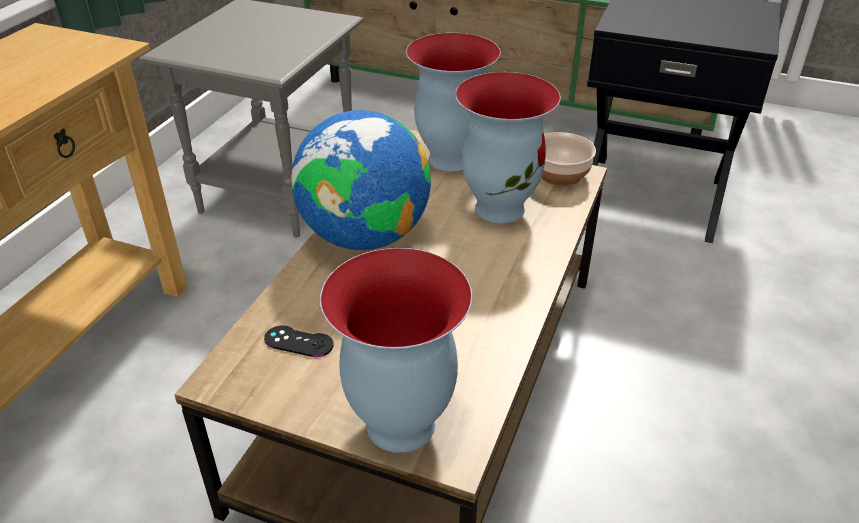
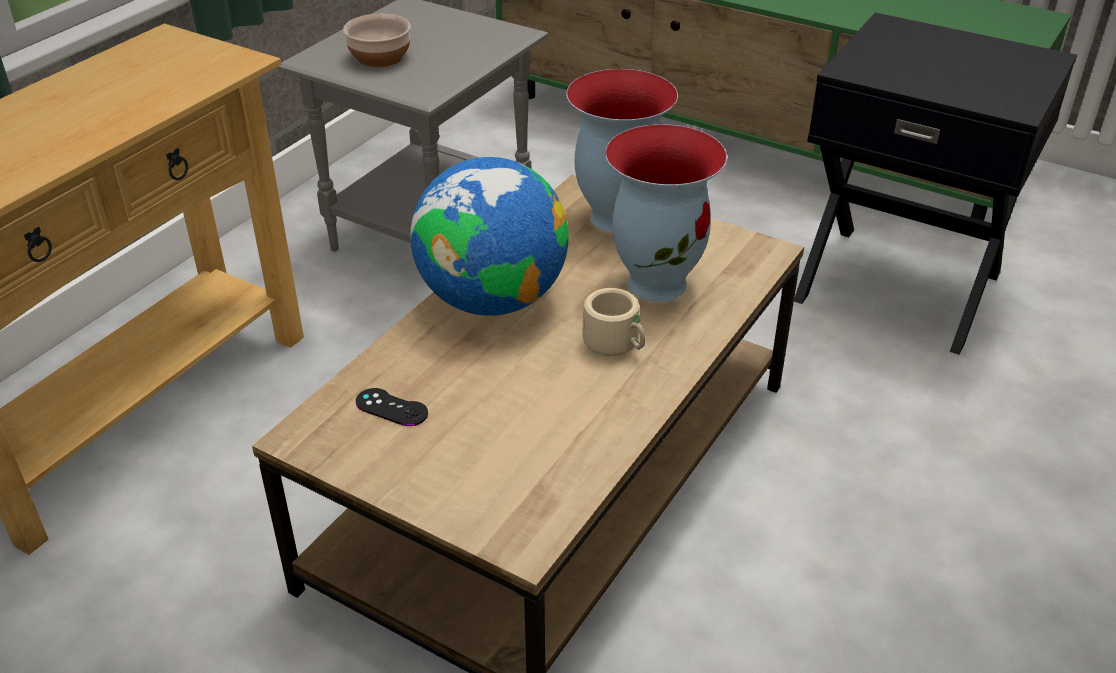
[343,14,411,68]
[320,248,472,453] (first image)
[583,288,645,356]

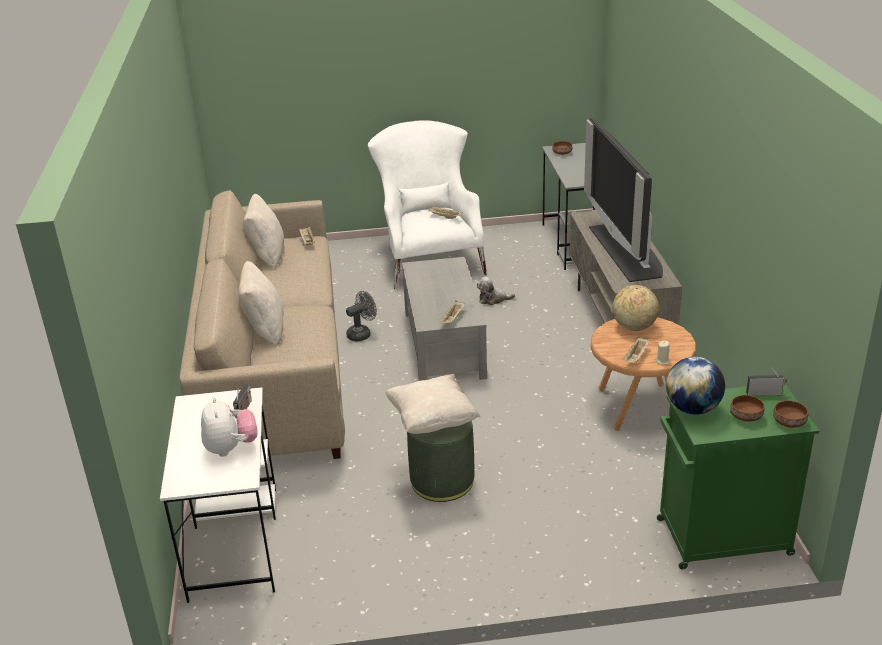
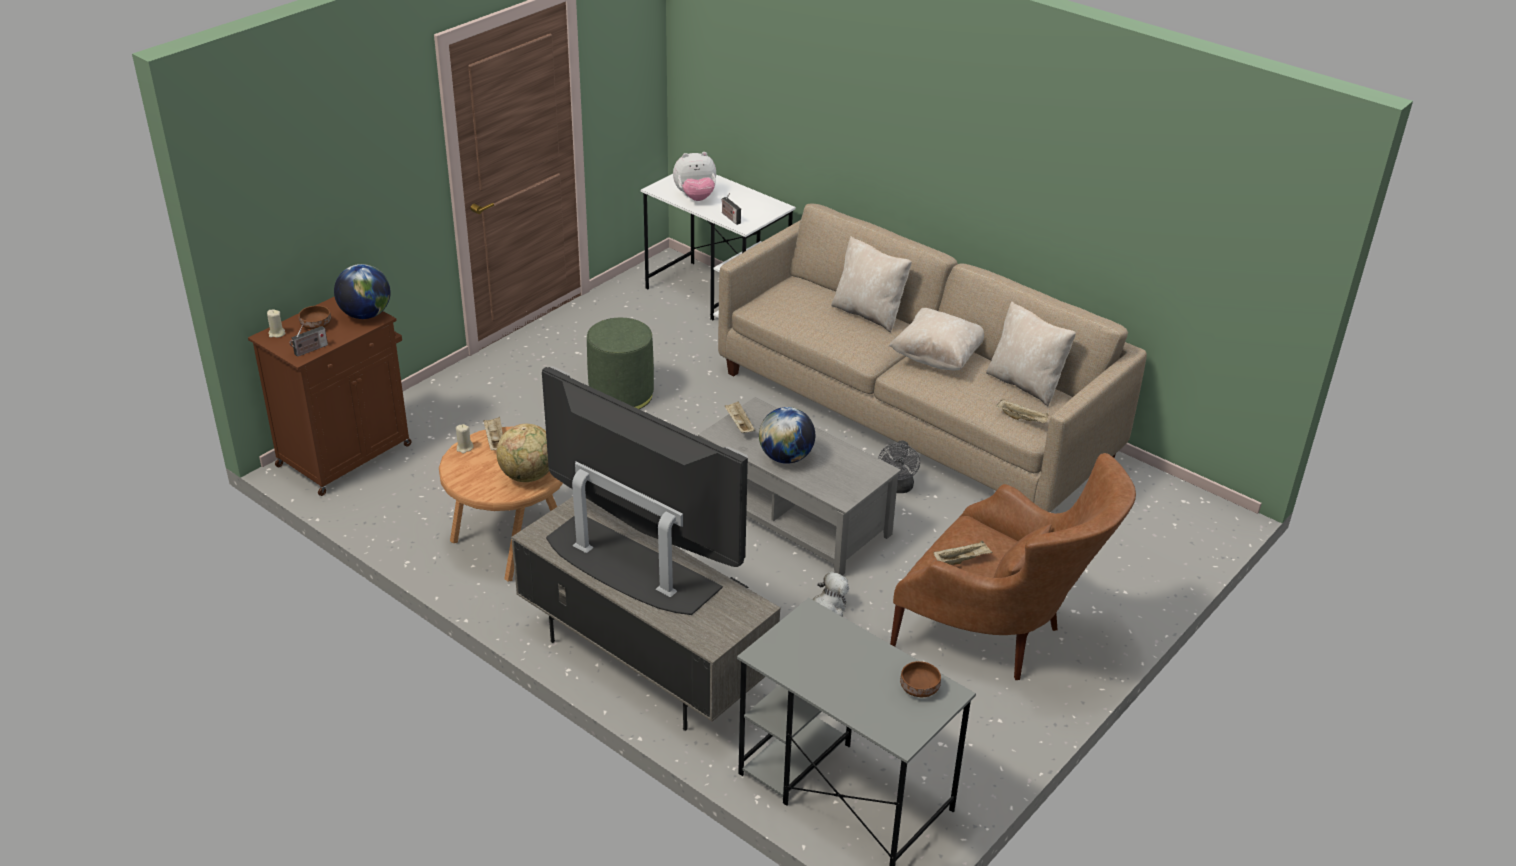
[890,453,1136,680]
[888,308,984,370]
[248,296,412,496]
[673,152,716,201]
[267,310,285,338]
[759,407,815,464]

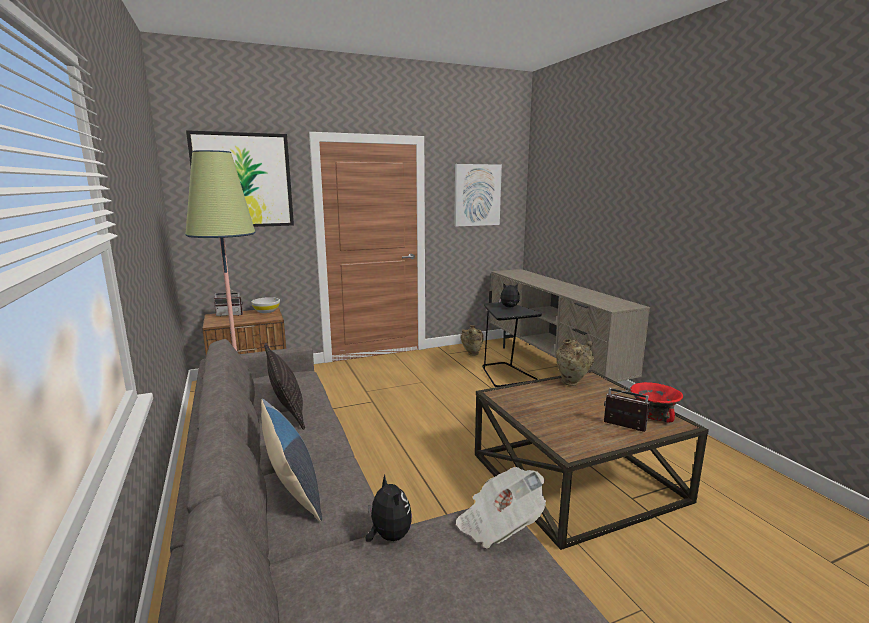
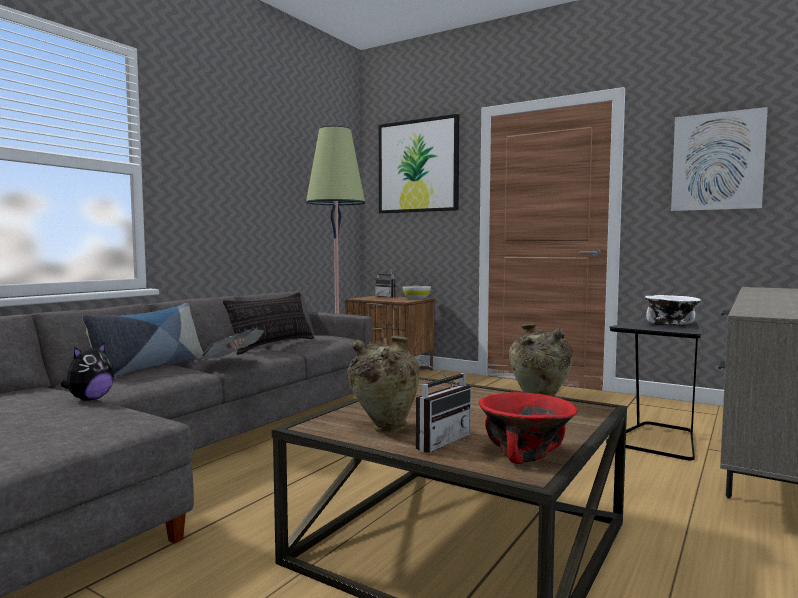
[645,295,701,325]
[347,335,420,433]
[416,359,471,453]
[200,328,264,359]

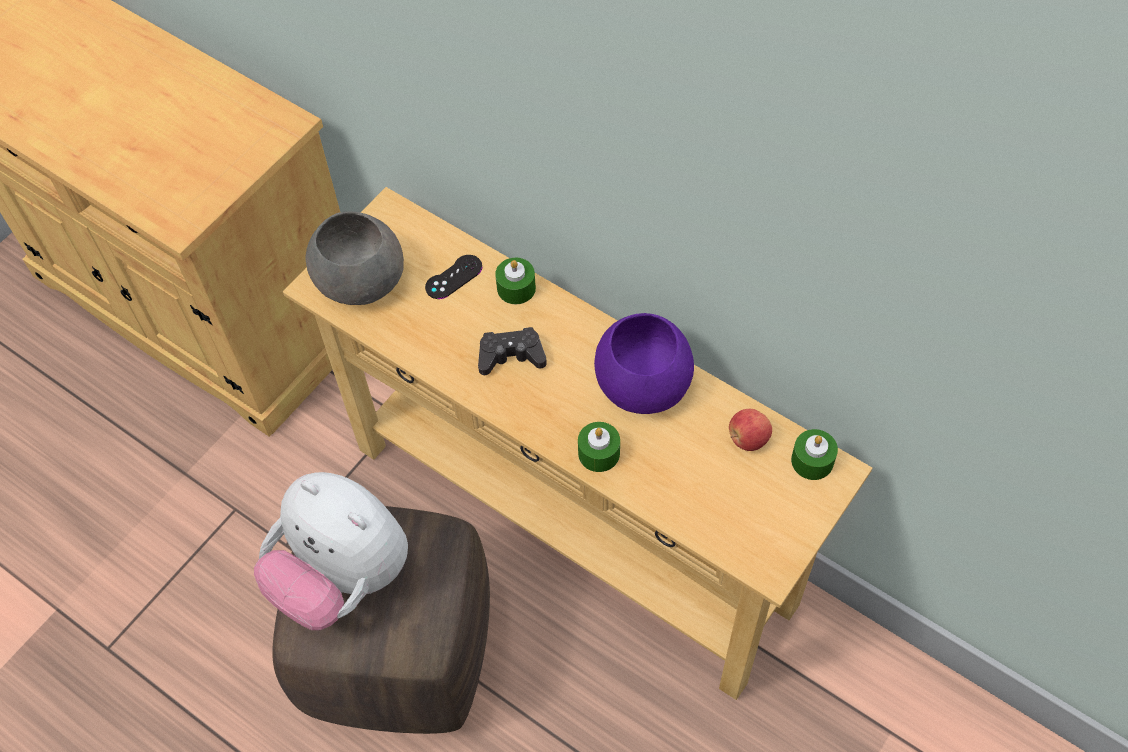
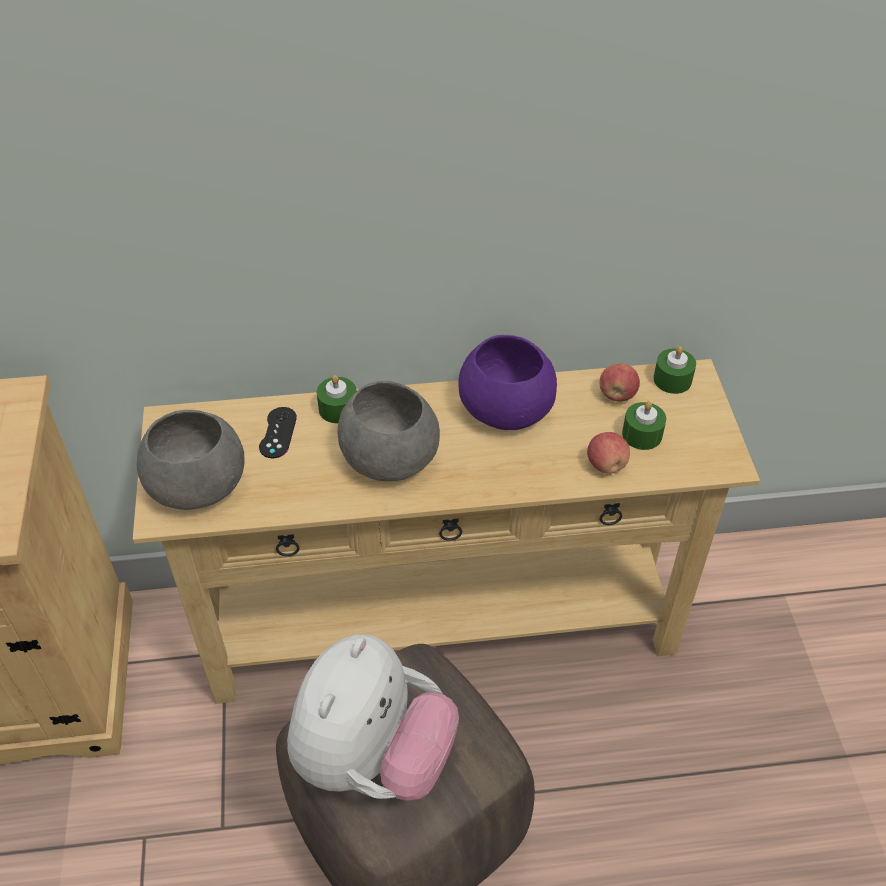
[338,381,440,481]
[622,401,666,450]
[287,634,459,801]
[587,432,630,474]

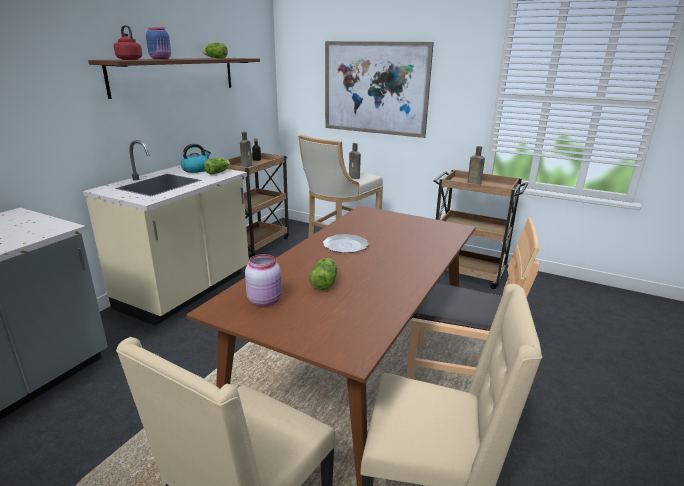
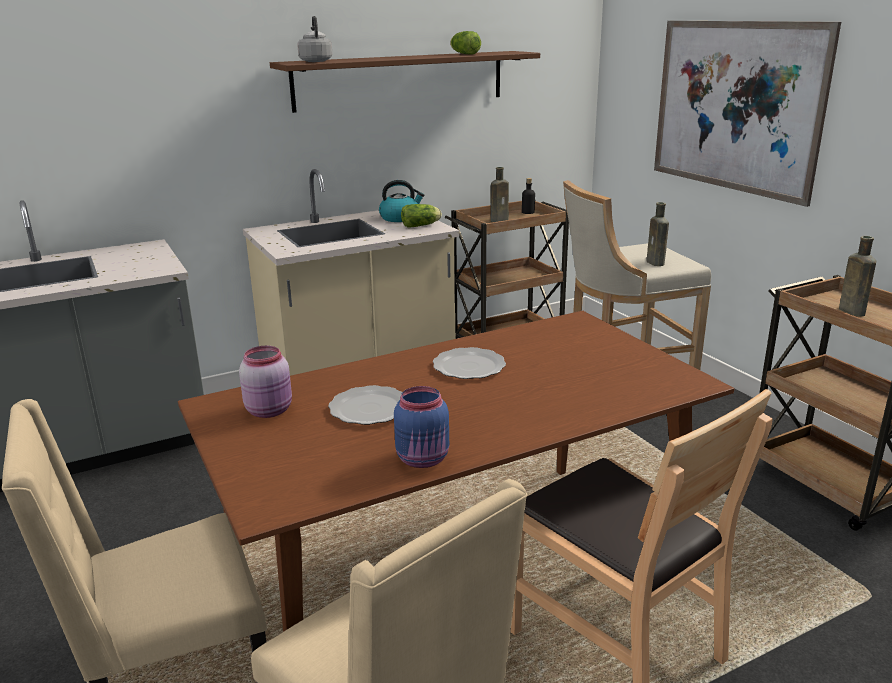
[297,16,332,62]
[394,386,449,468]
[328,385,402,425]

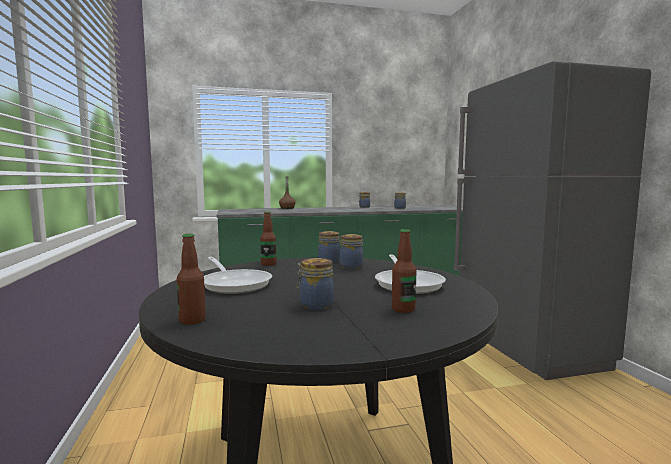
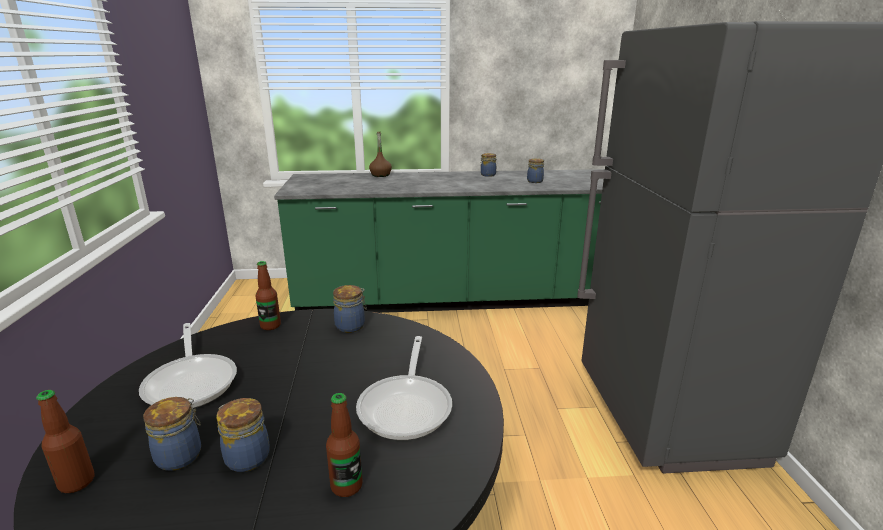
[143,397,201,471]

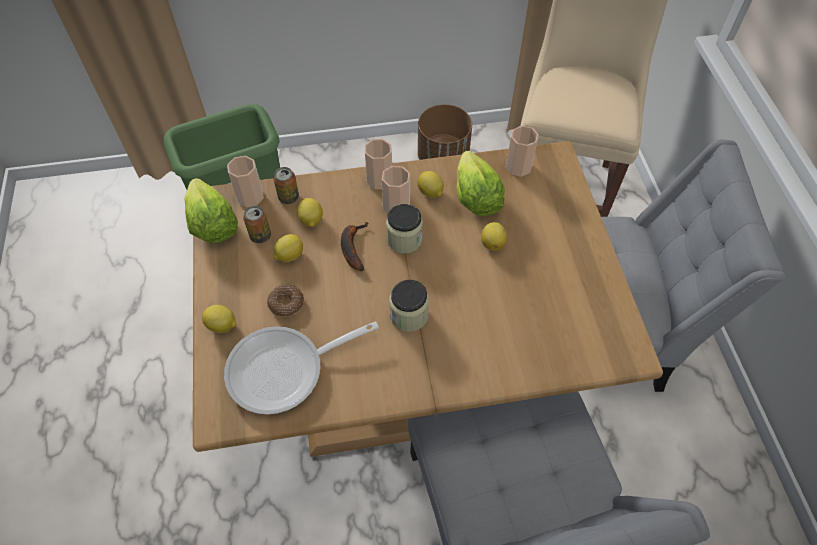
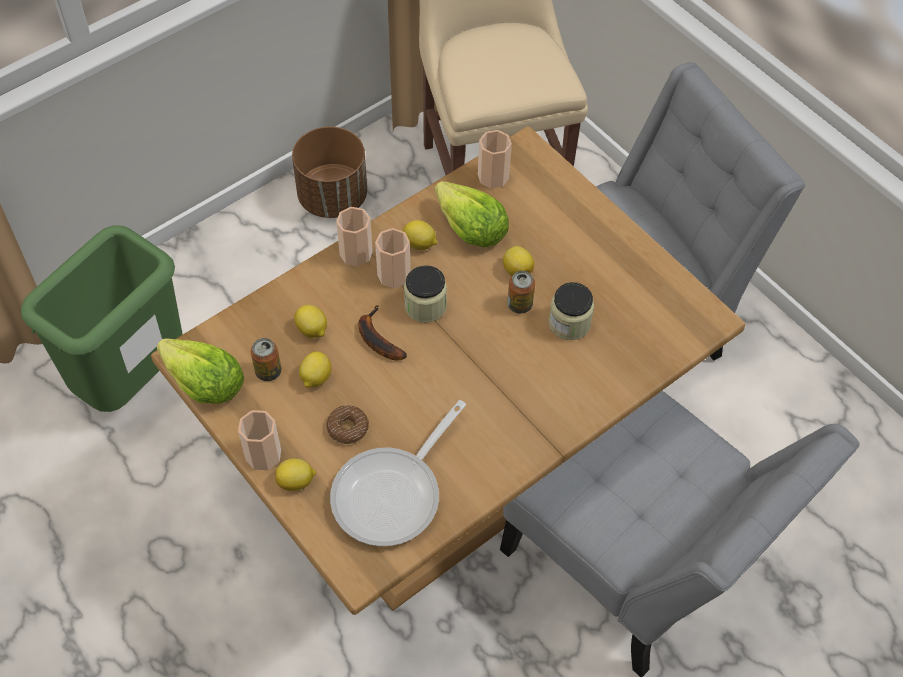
[238,410,281,470]
[507,271,535,314]
[549,282,594,340]

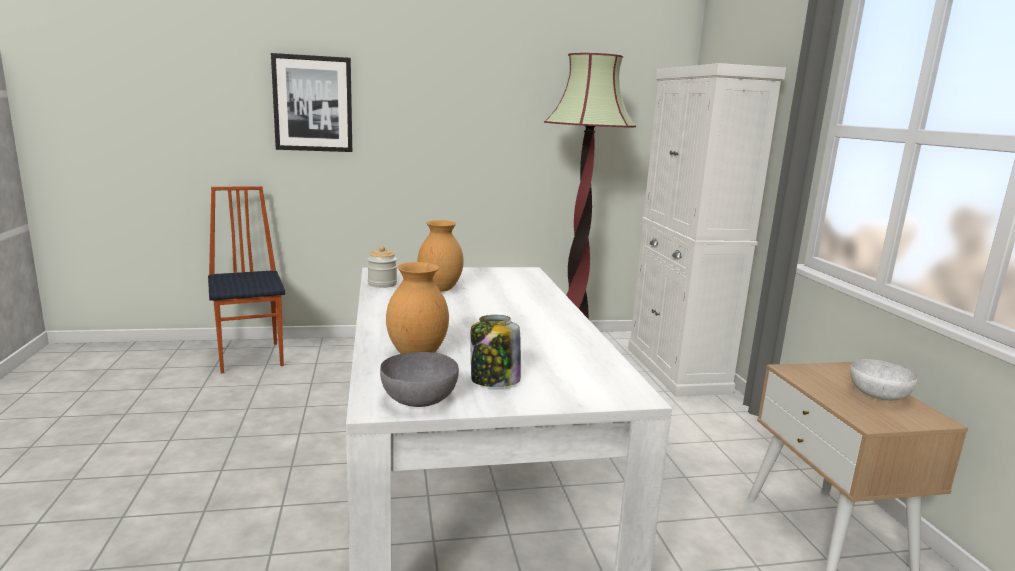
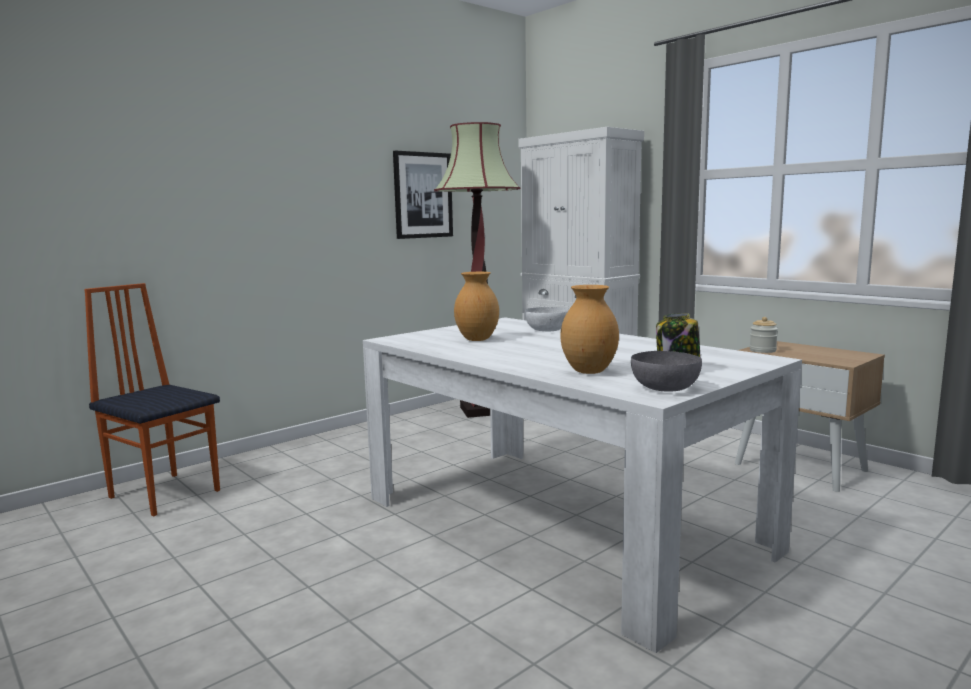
[393,151,453,239]
[750,317,778,353]
[525,307,569,331]

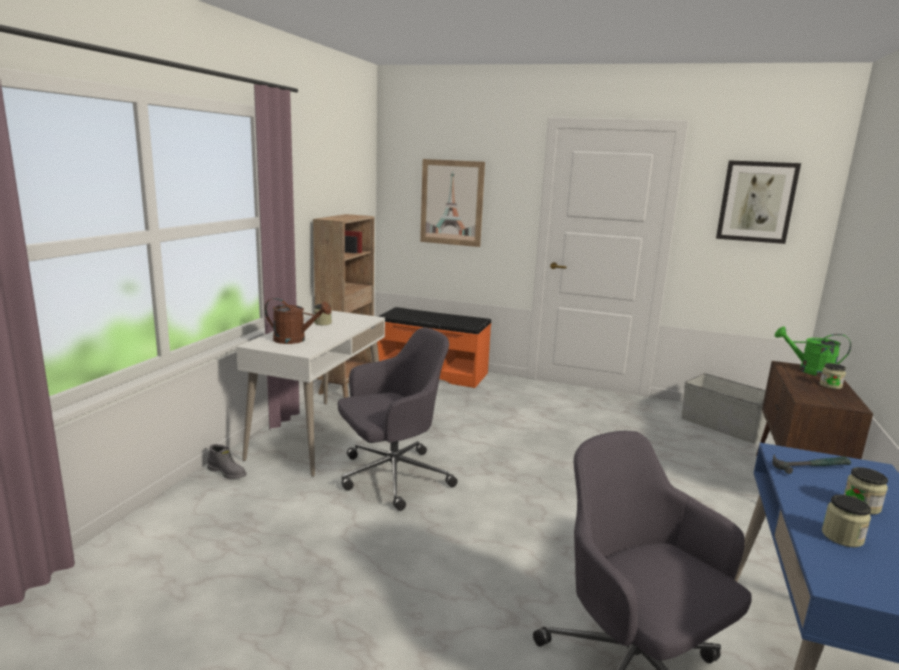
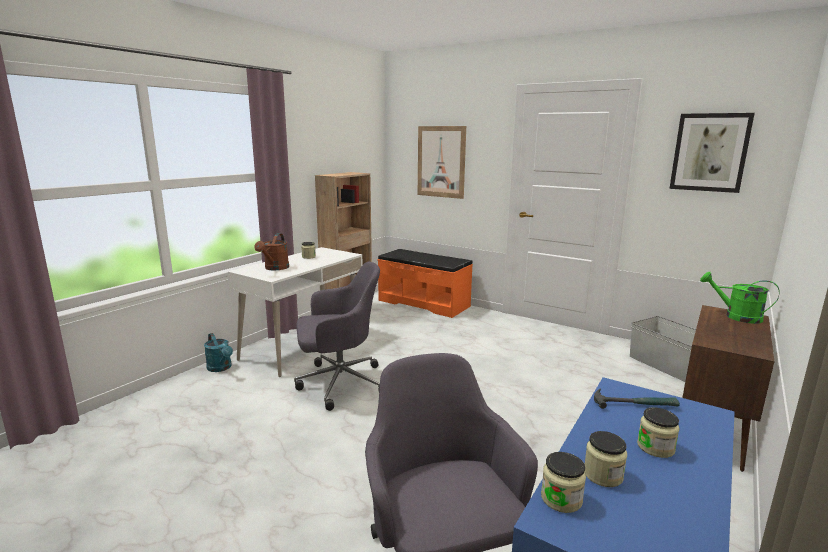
[254,233,289,270]
[541,452,586,513]
[204,333,233,372]

